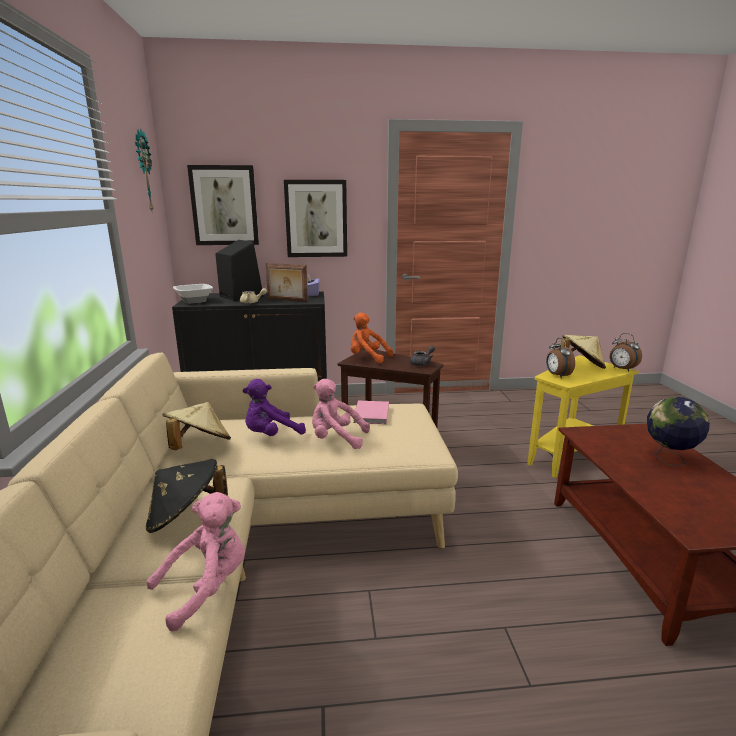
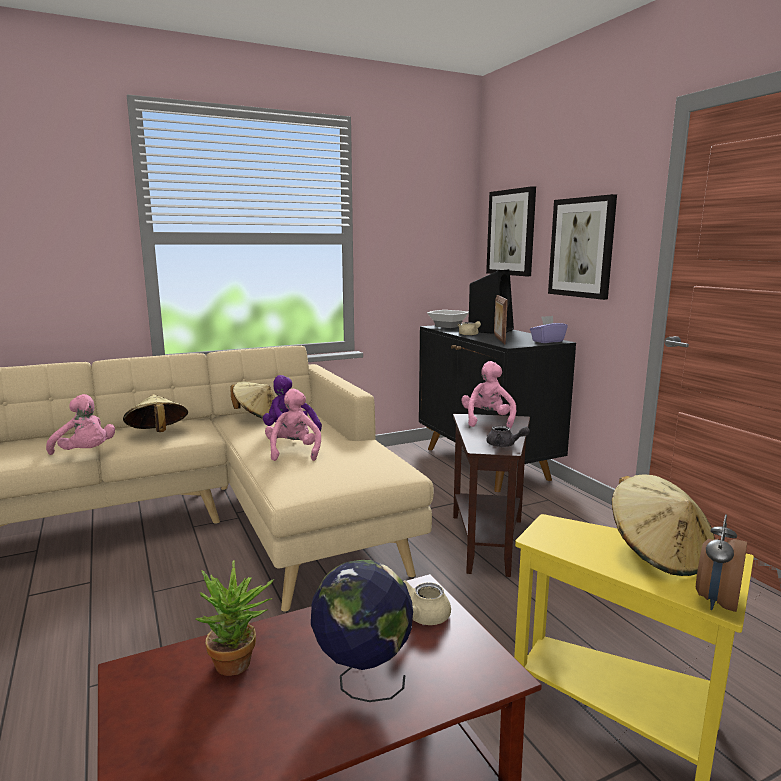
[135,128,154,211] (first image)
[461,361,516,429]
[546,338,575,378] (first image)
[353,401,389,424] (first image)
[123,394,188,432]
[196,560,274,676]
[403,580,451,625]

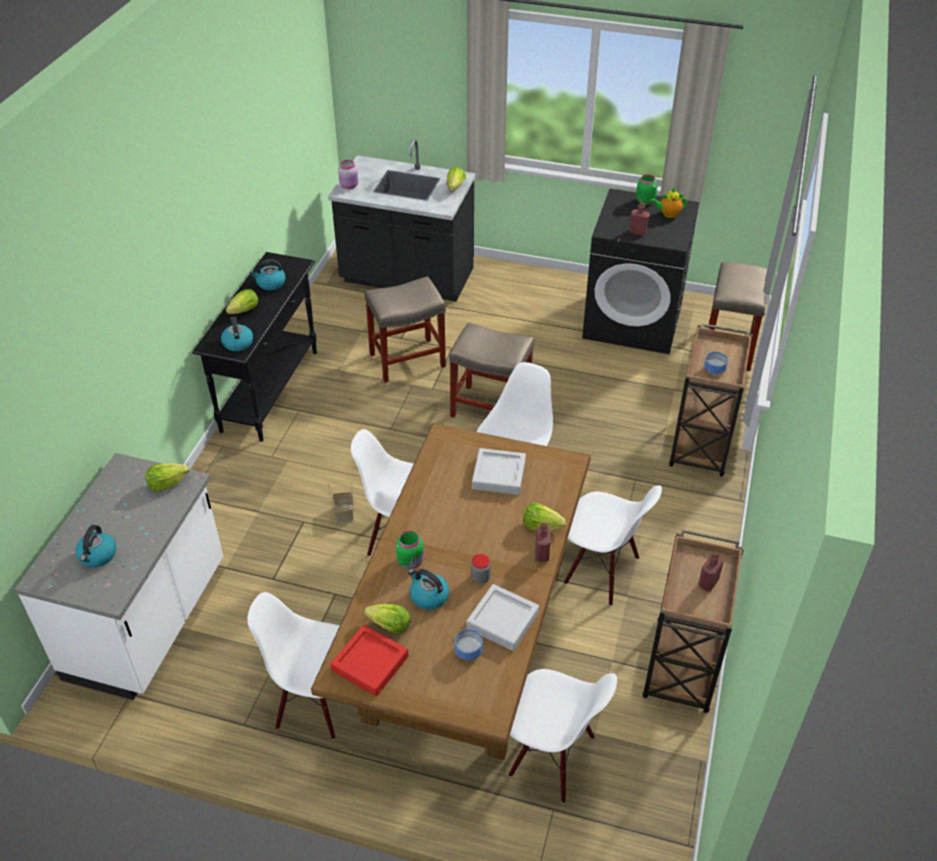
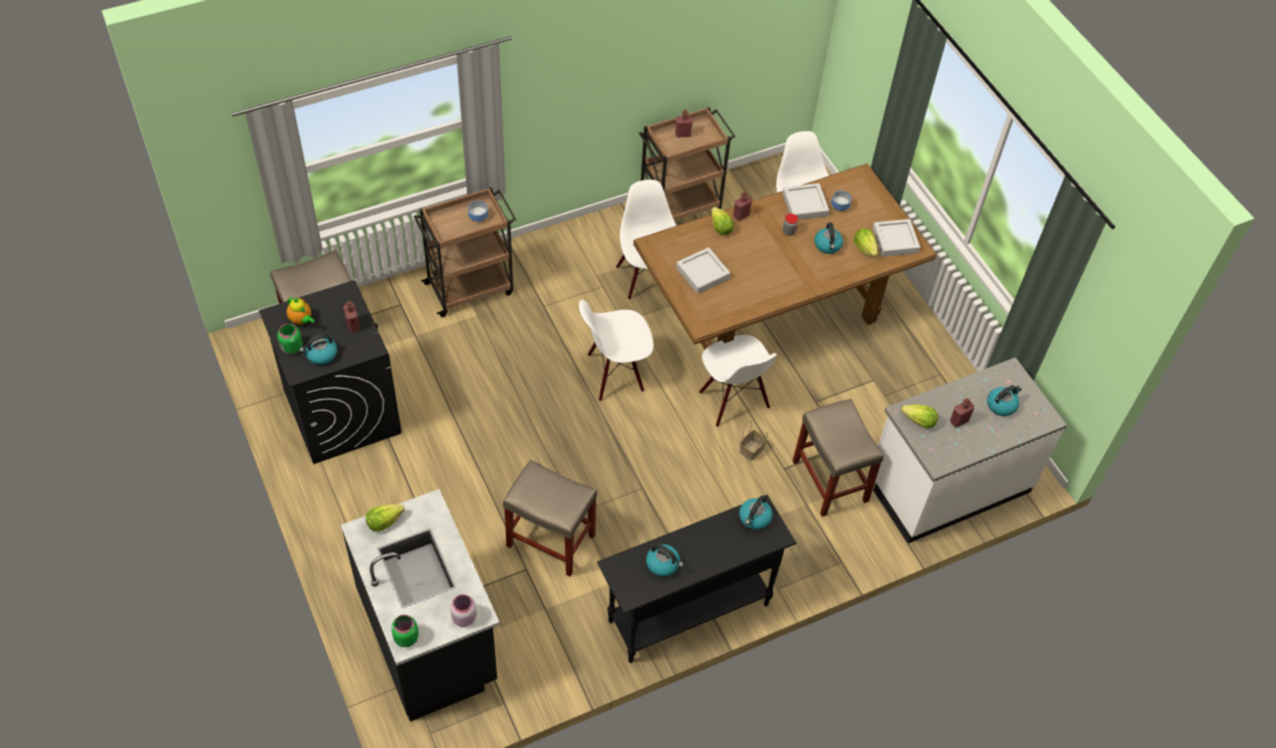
[226,289,258,314] (first image)
[793,399,884,517]
[391,615,419,647]
[247,592,340,740] (first image)
[872,219,920,257]
[299,334,337,365]
[950,398,974,427]

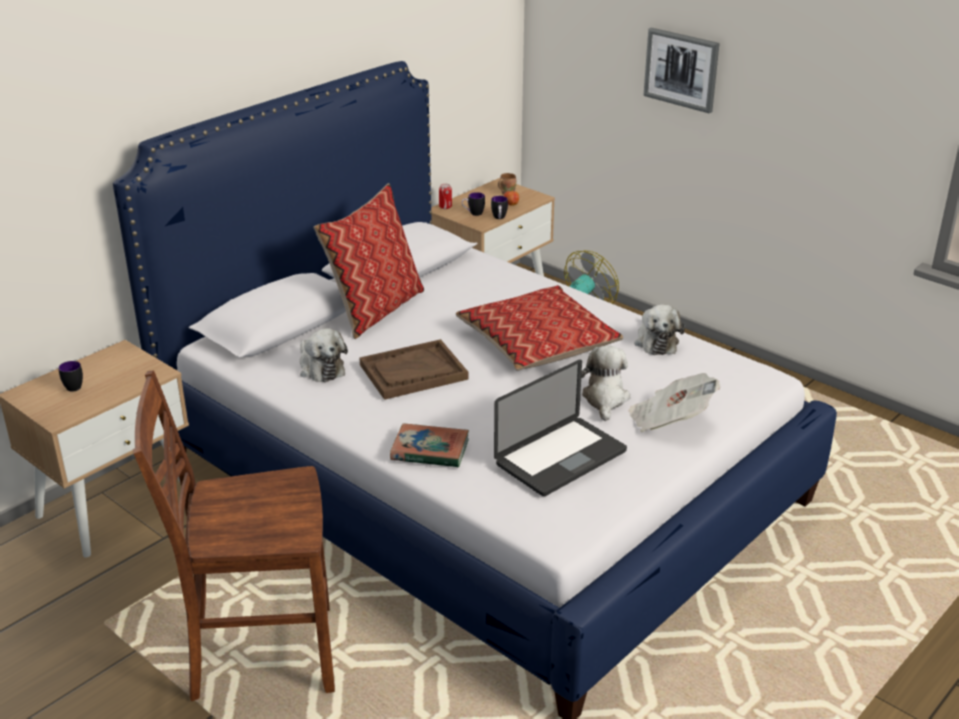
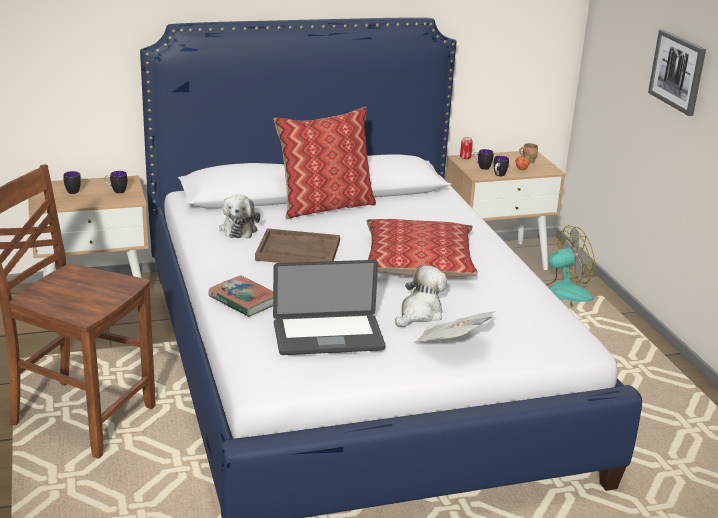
[634,304,685,355] (first image)
[104,171,127,193]

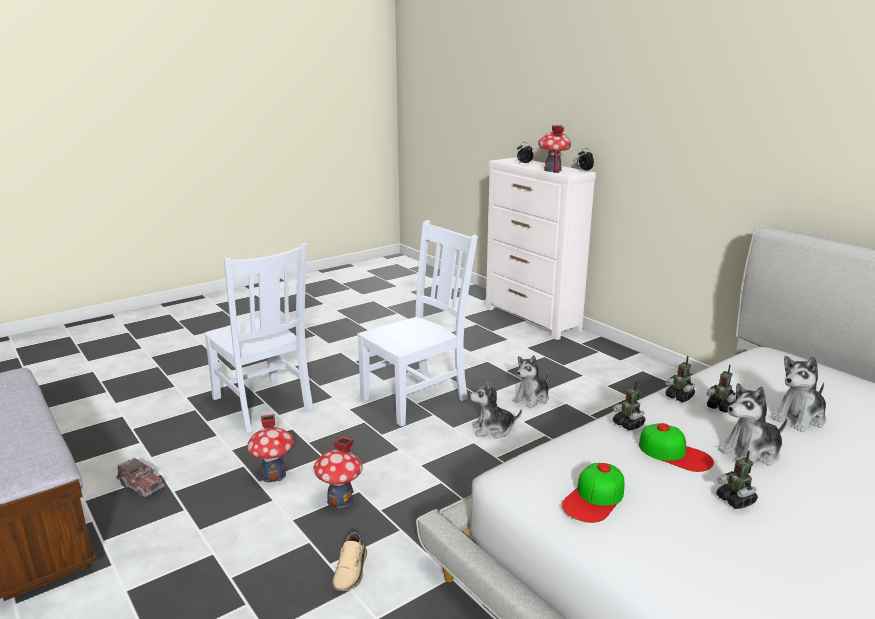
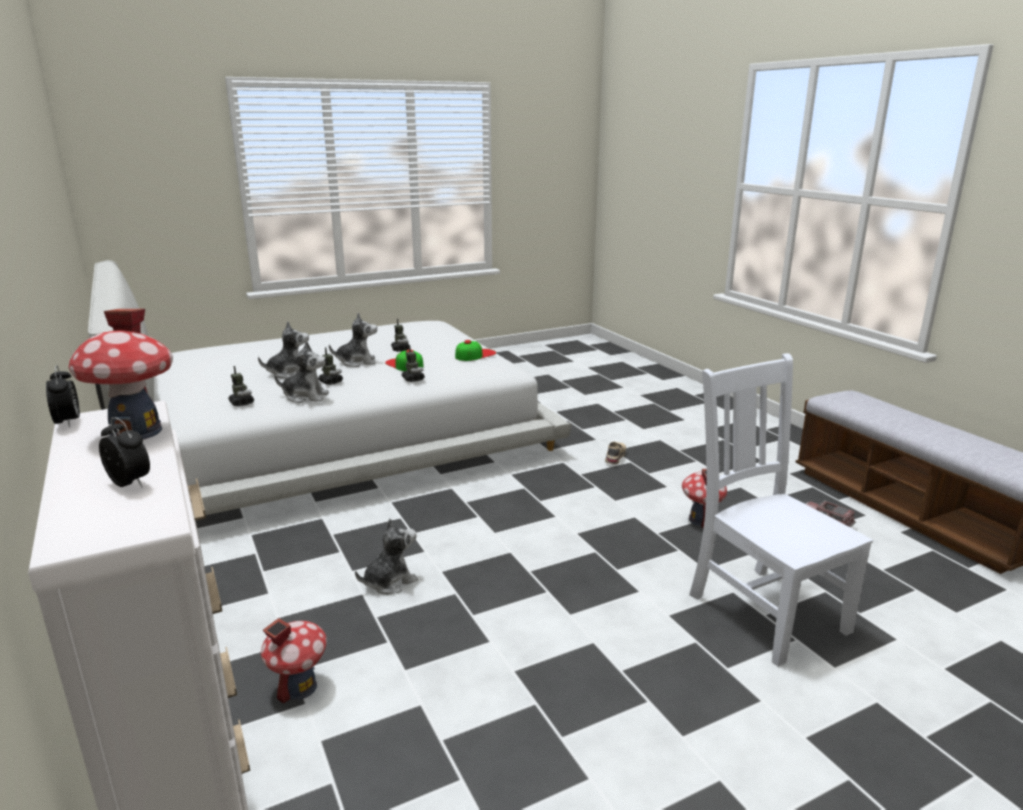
[357,220,478,426] (first image)
[228,366,254,406]
[274,341,329,403]
[261,618,327,704]

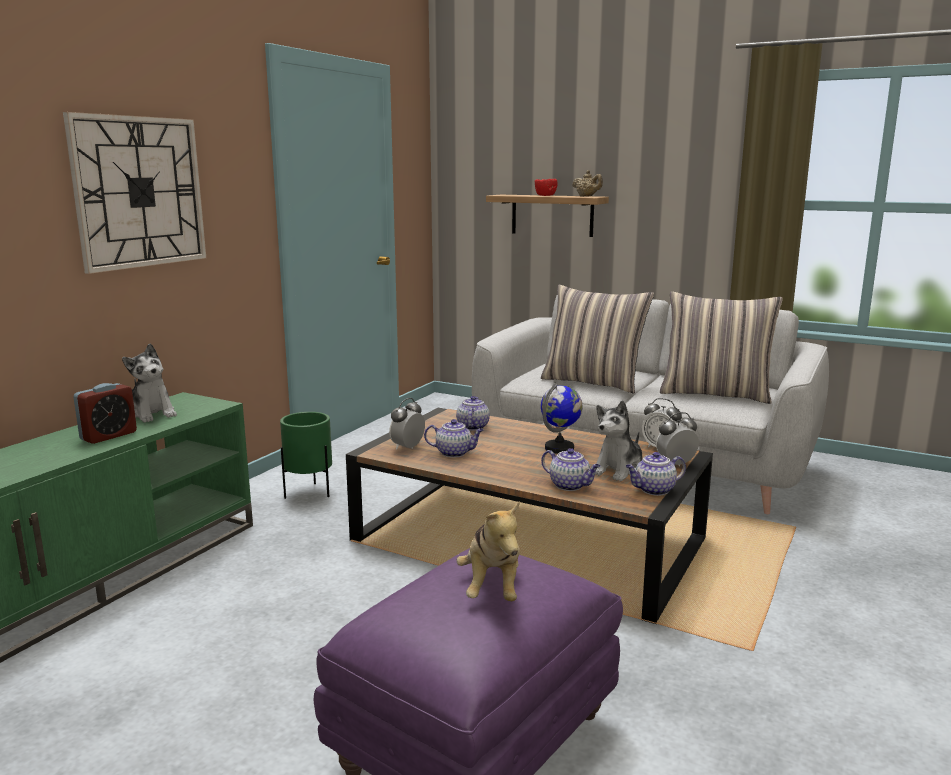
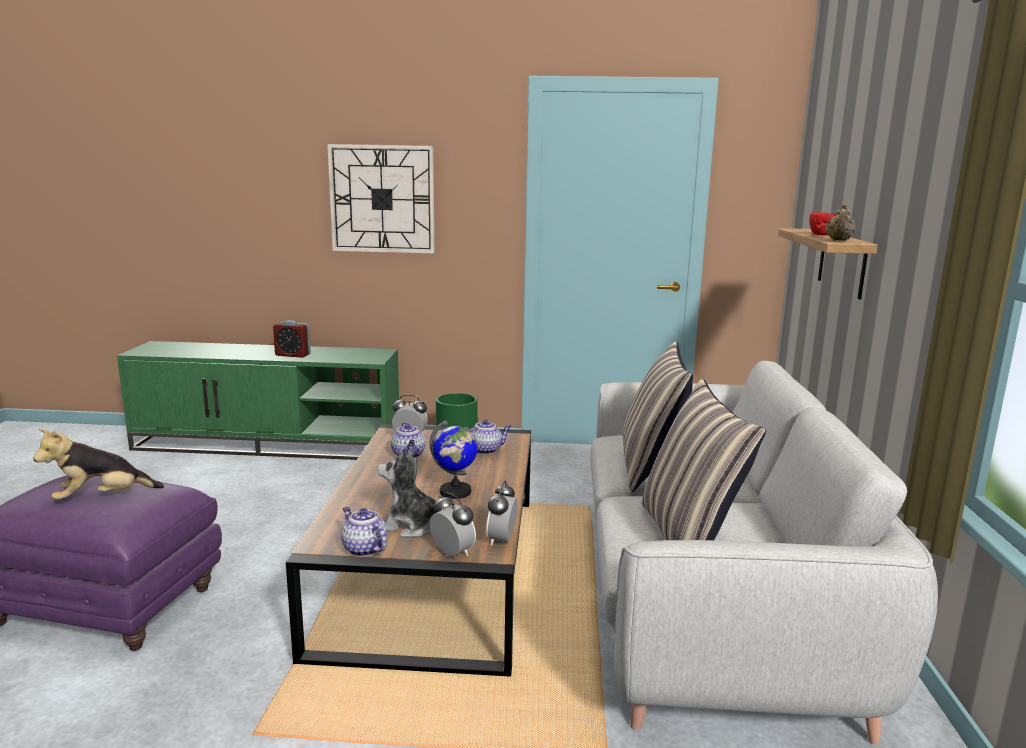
[122,344,177,423] (first image)
[541,448,600,491] (first image)

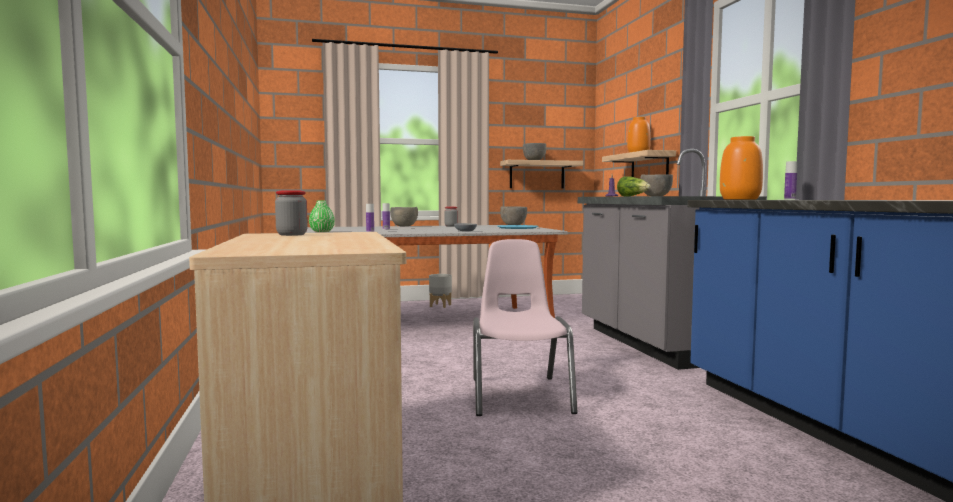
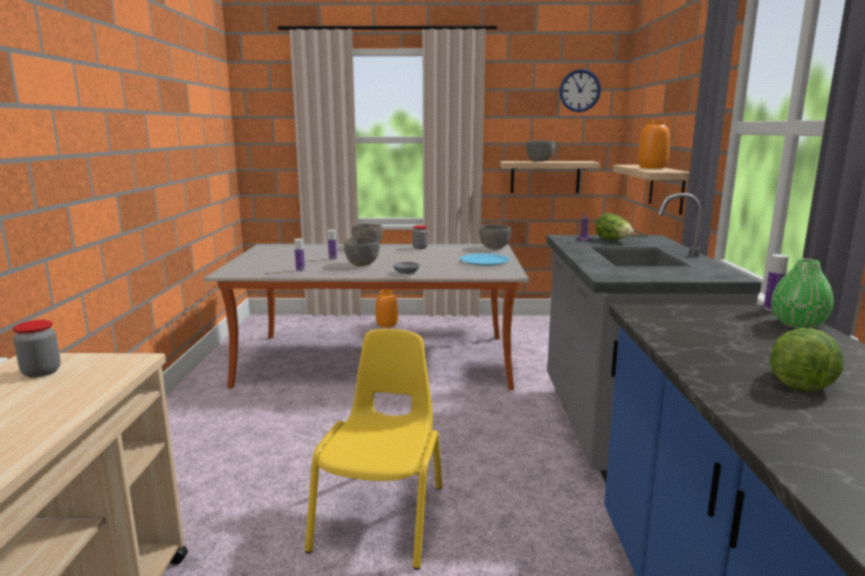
[376,290,398,327]
[344,237,380,266]
[771,258,834,328]
[305,329,442,570]
[429,274,452,308] (first image)
[560,69,601,112]
[770,328,844,392]

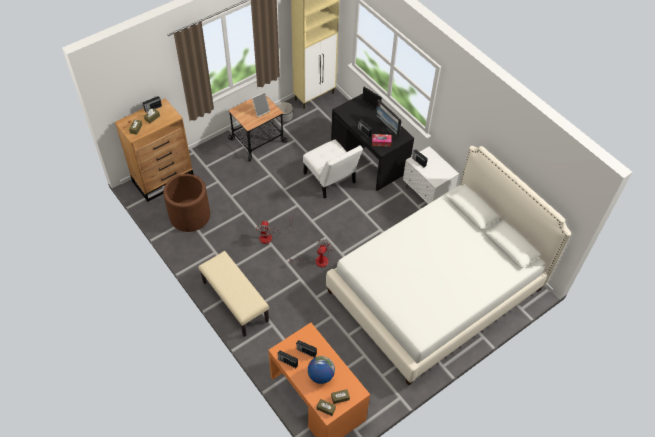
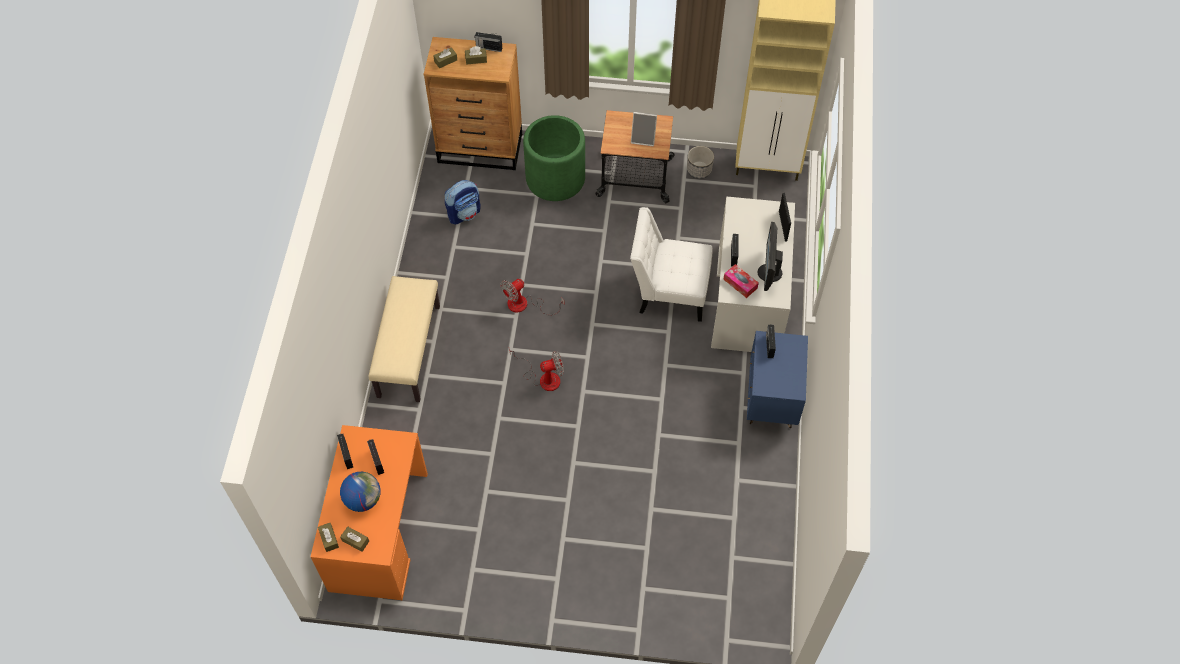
[711,197,795,352]
[630,207,713,322]
[326,146,571,385] (first image)
[747,331,808,428]
[444,180,480,224]
[523,115,585,201]

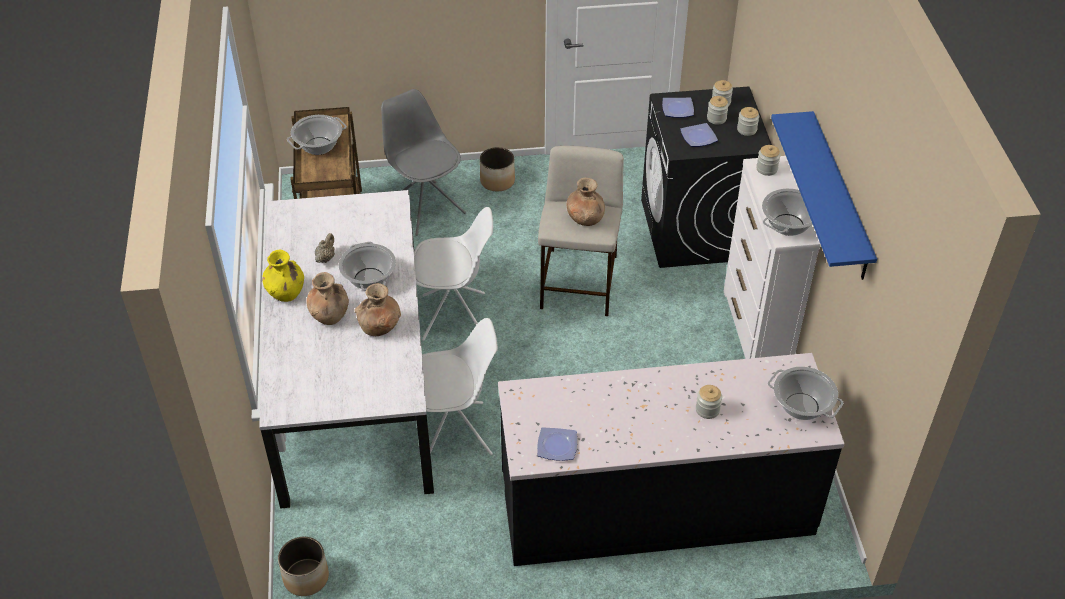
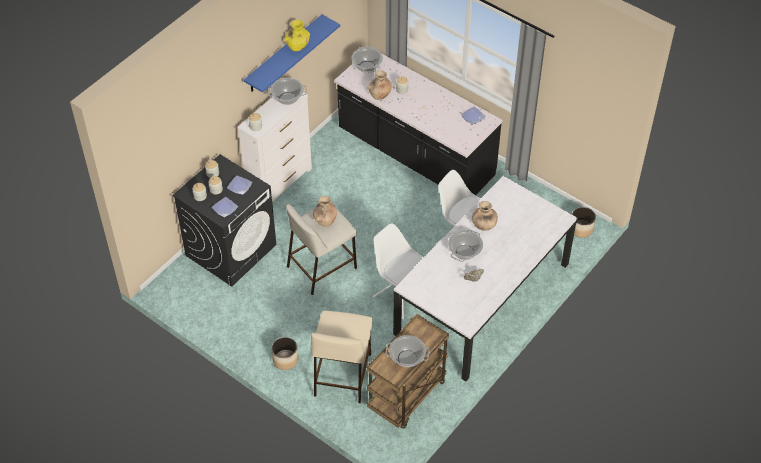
[311,311,372,403]
[285,20,310,51]
[368,70,393,100]

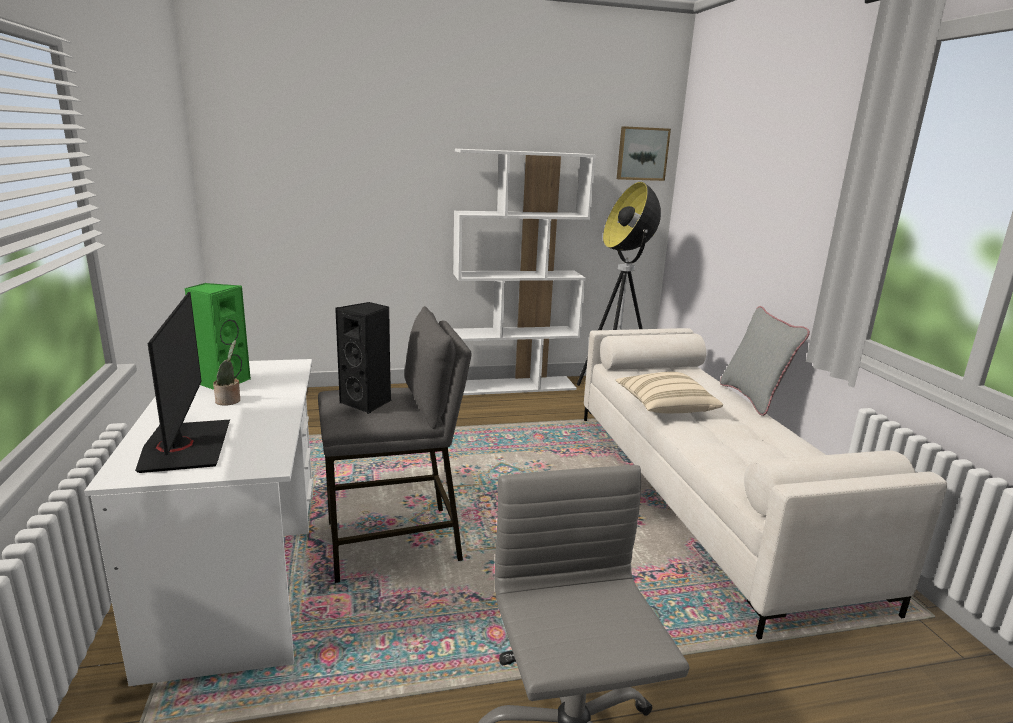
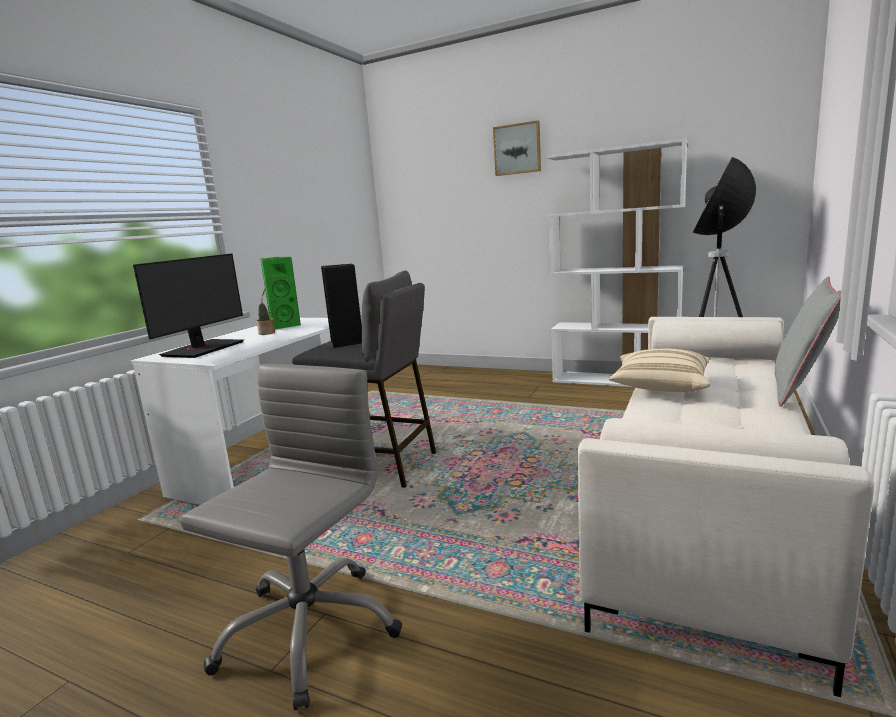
[493,120,541,176]

